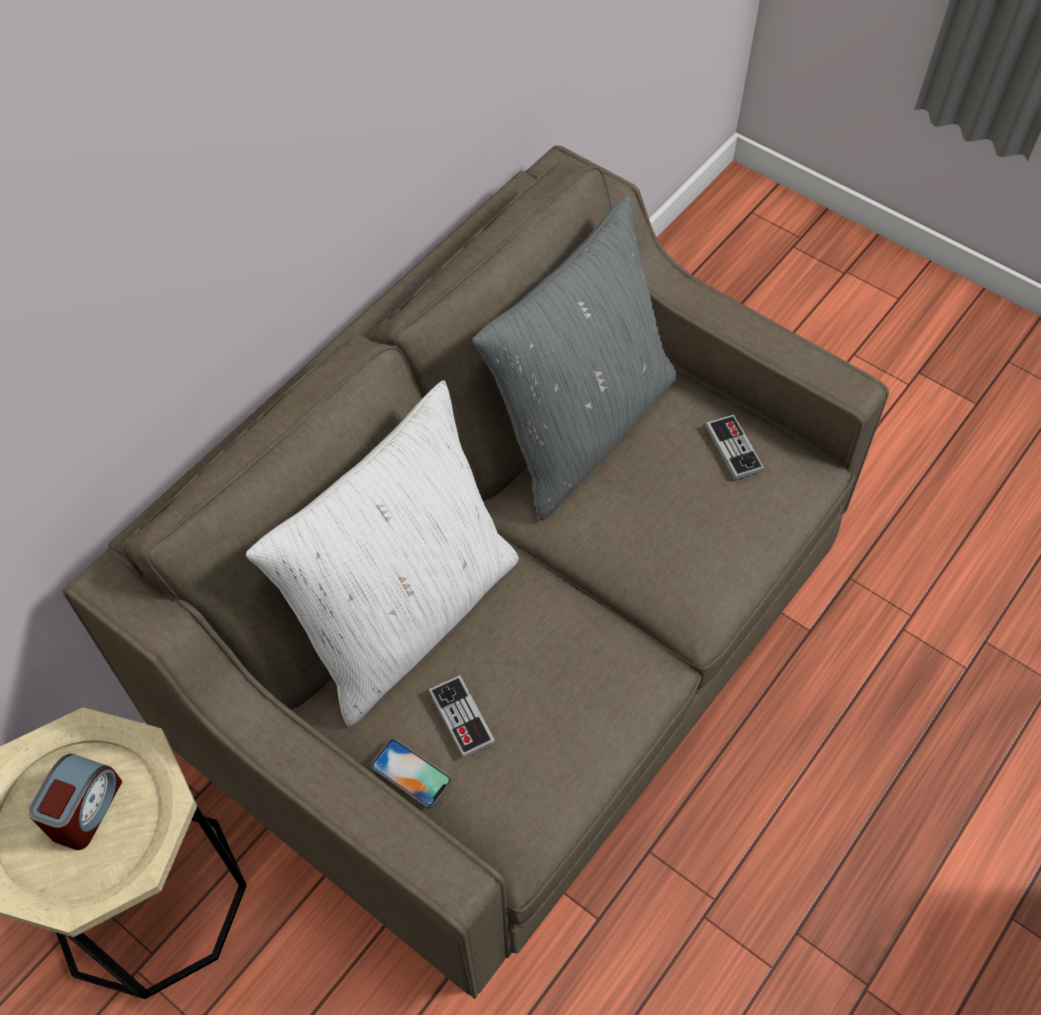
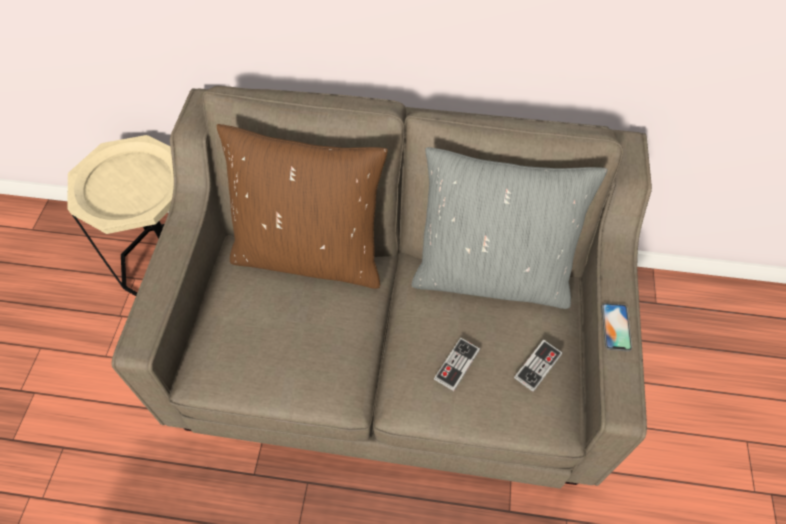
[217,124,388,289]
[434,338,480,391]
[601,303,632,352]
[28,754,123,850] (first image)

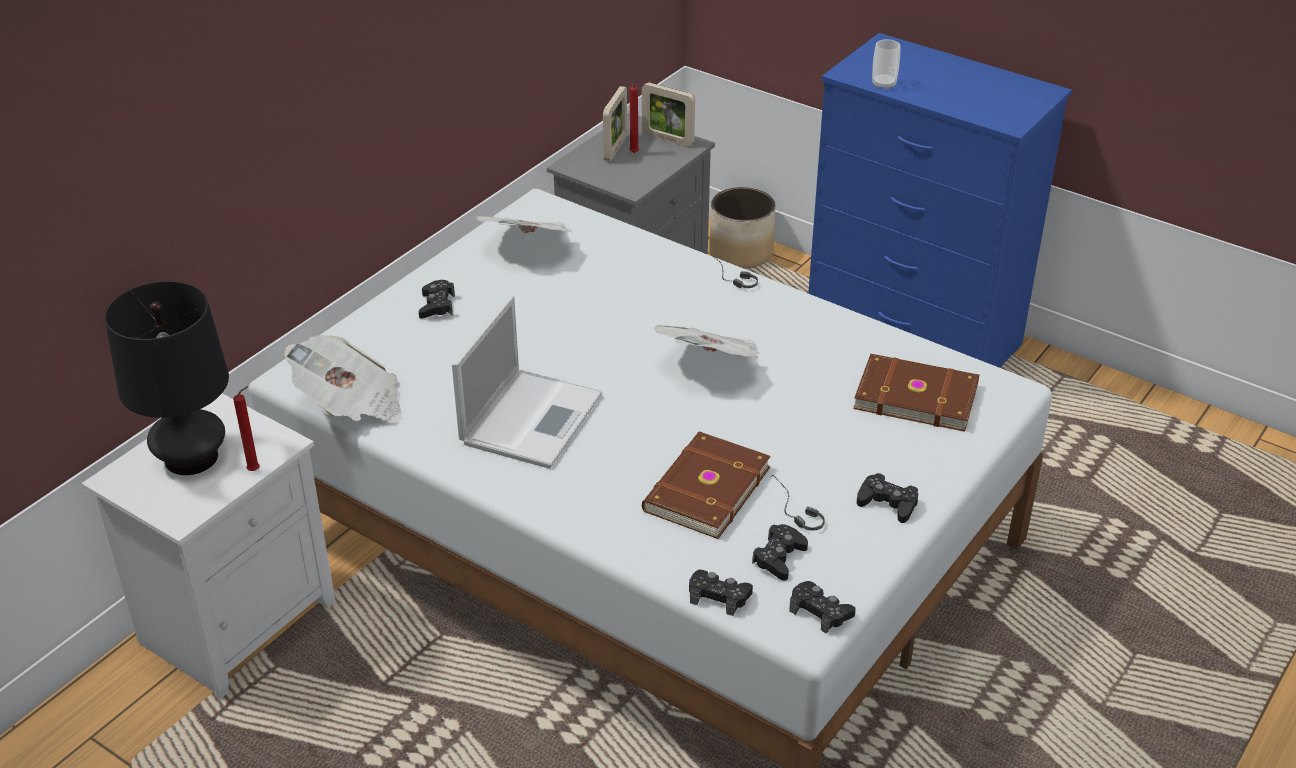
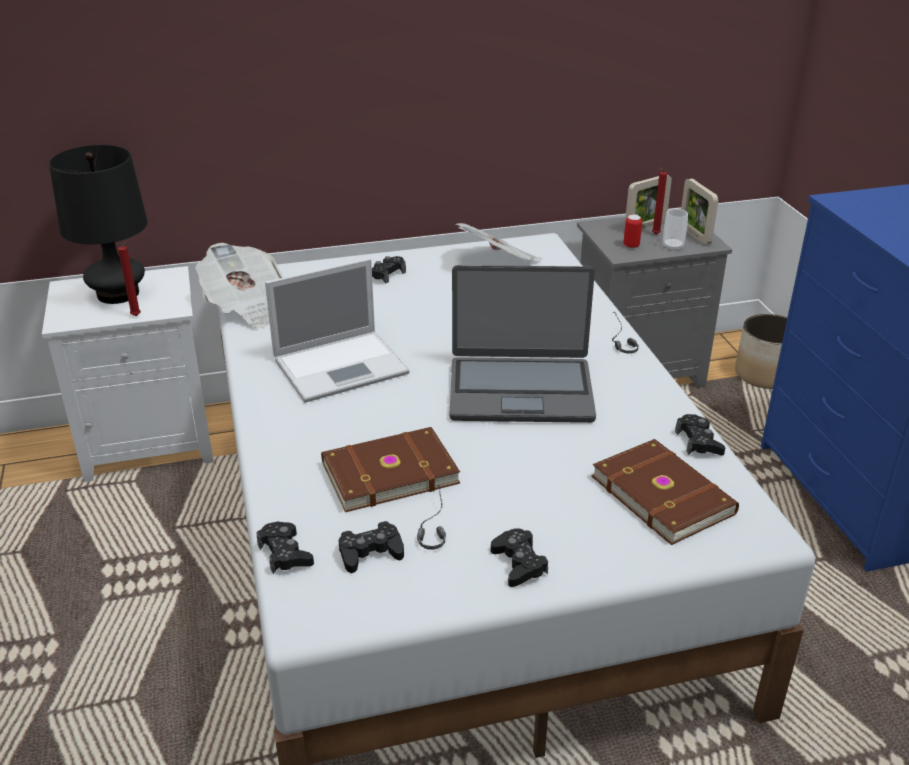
[450,265,596,423]
[623,214,642,248]
[663,209,688,251]
[675,414,725,455]

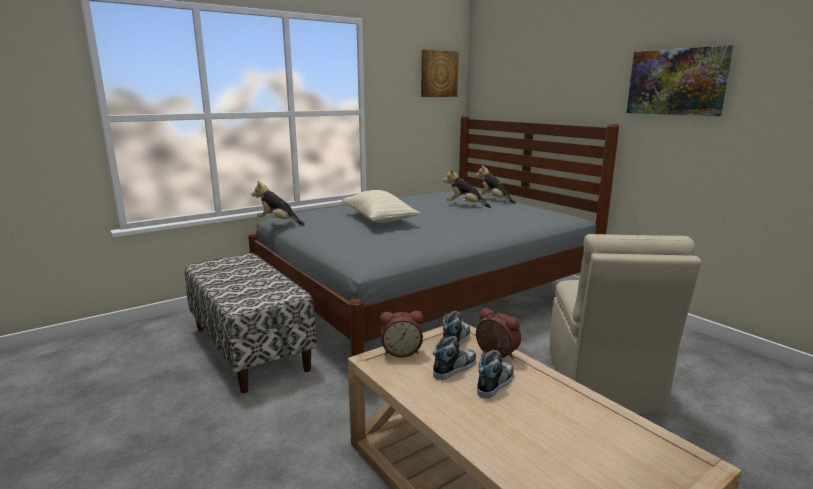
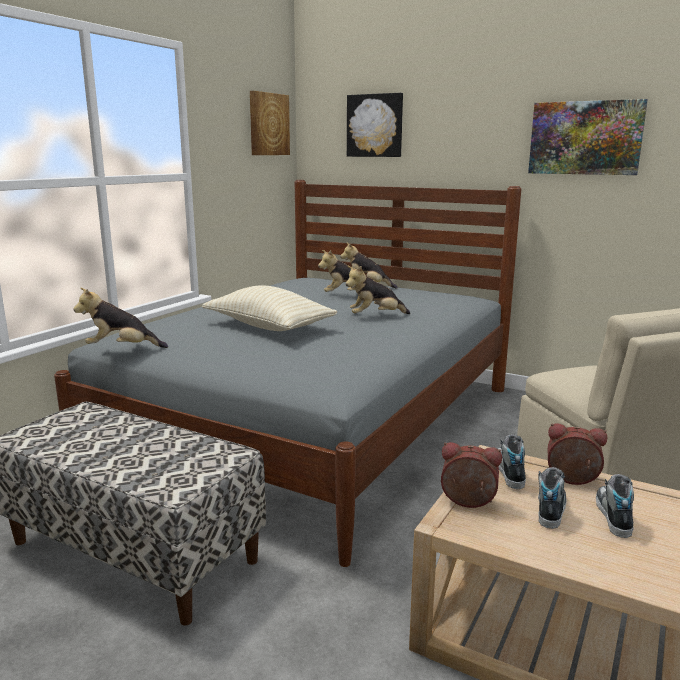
[346,265,410,314]
[347,93,403,157]
[441,442,502,508]

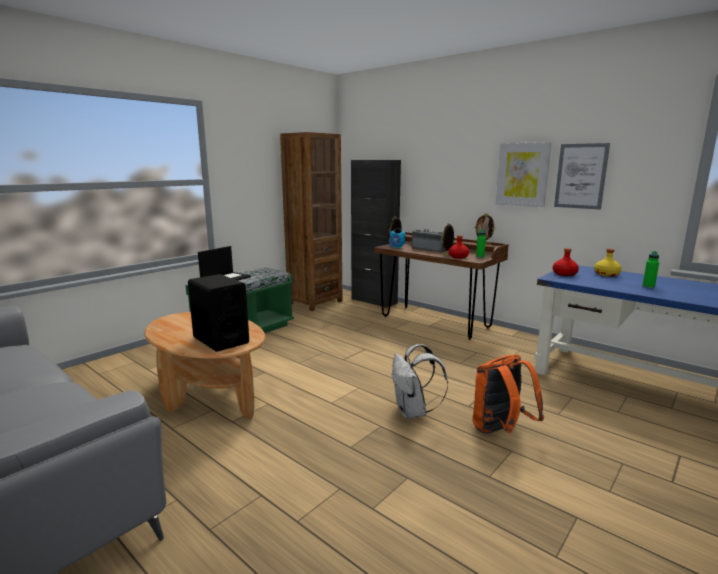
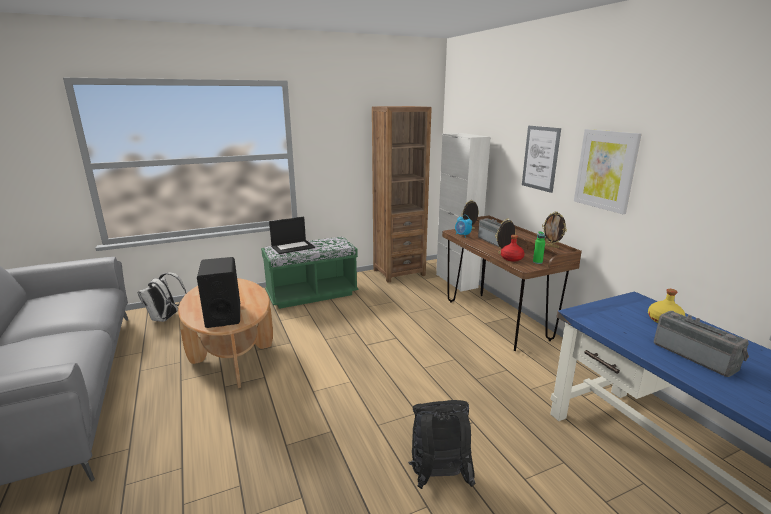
[138,272,186,322]
[408,400,476,489]
[436,133,491,292]
[522,126,561,193]
[654,311,749,377]
[553,248,579,276] (first image)

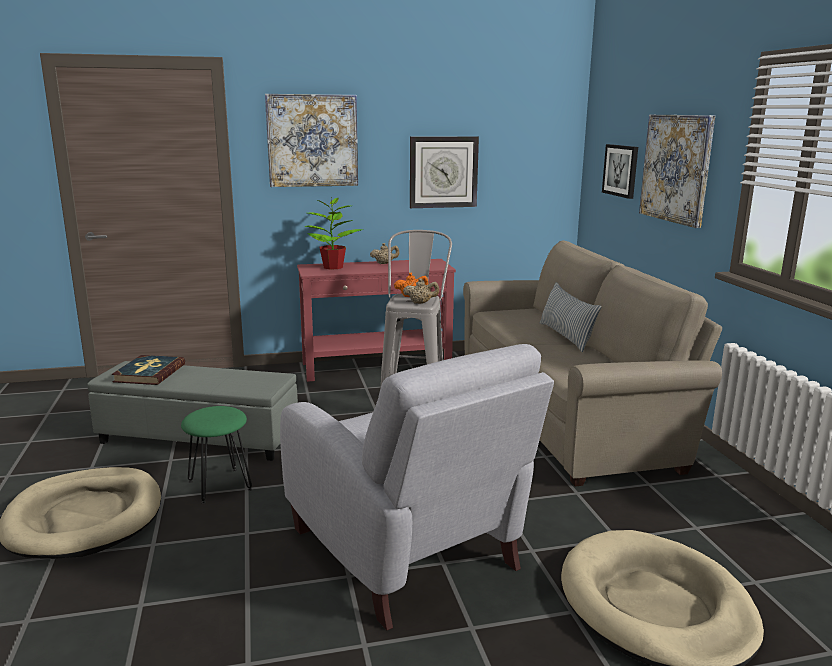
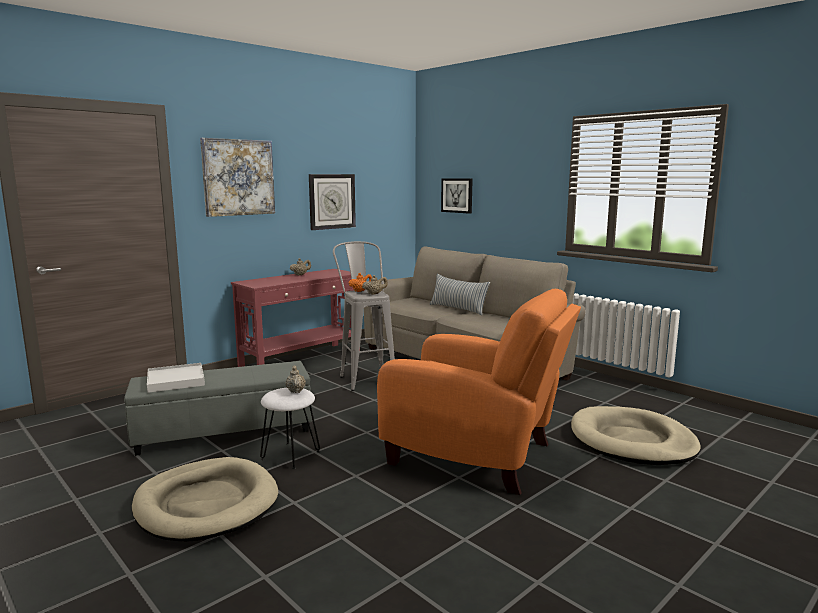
[147,363,205,393]
[260,388,320,469]
[286,366,306,393]
[377,289,581,495]
[304,197,363,269] (first image)
[639,114,715,228] (first image)

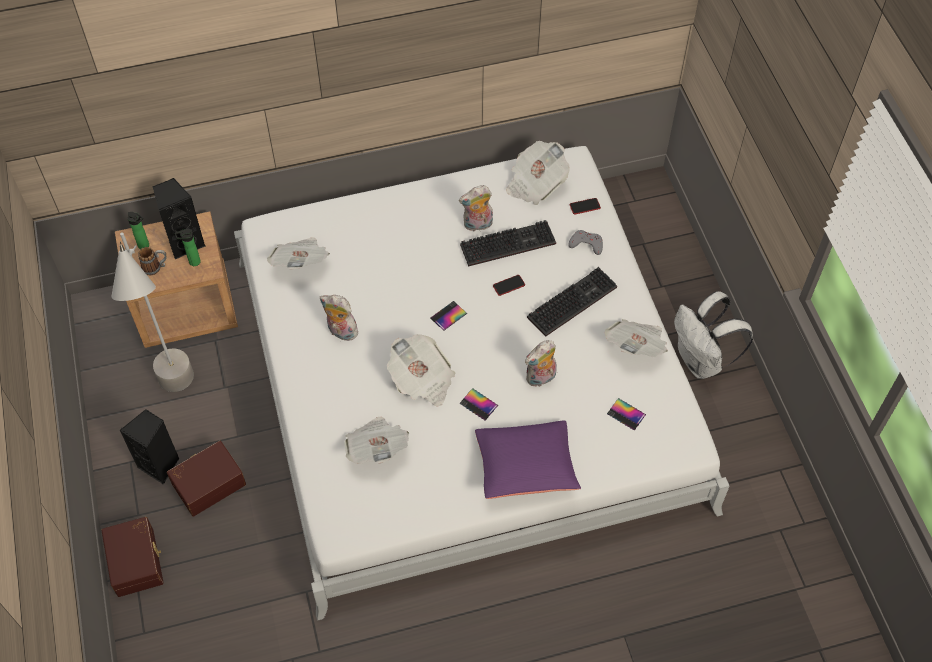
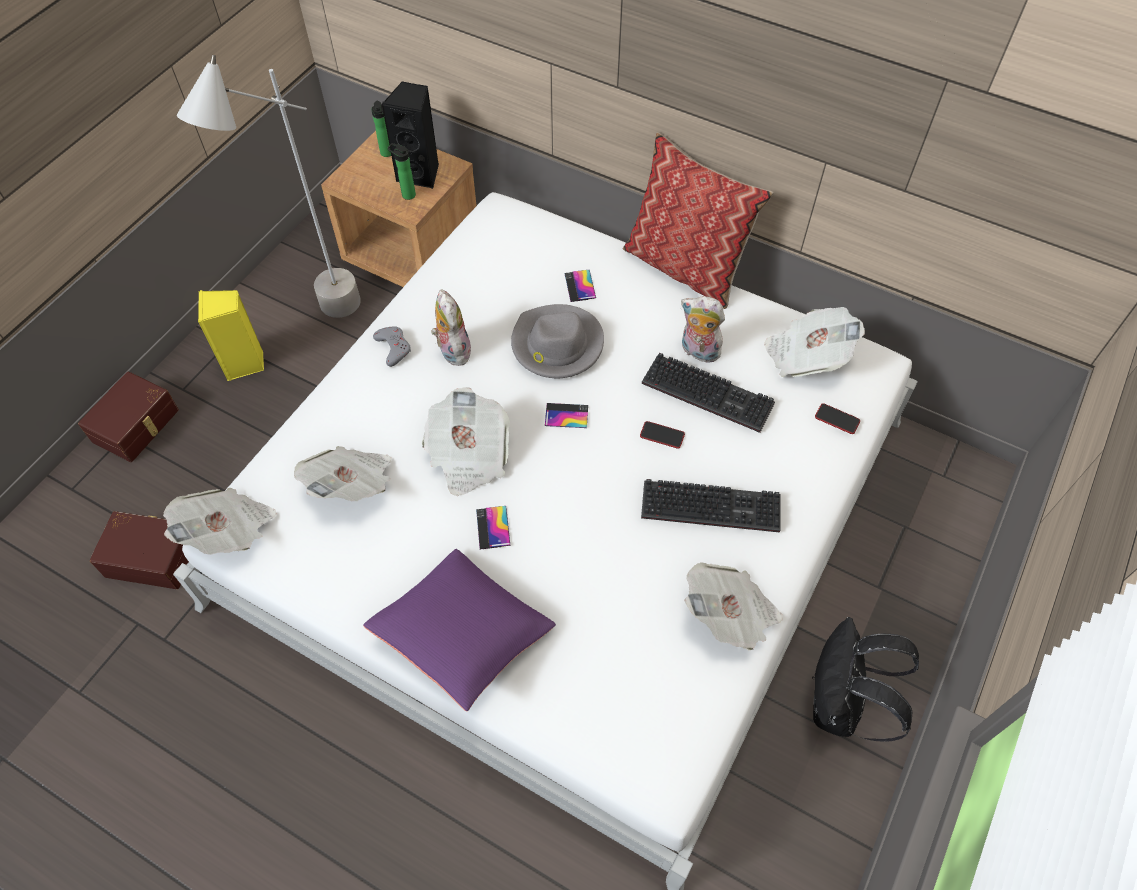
[90,511,189,589]
[163,488,276,555]
[198,290,264,381]
[373,326,411,367]
[511,304,604,378]
[564,270,596,302]
[623,132,774,309]
[812,617,919,742]
[138,247,166,275] (first image)
[525,340,557,388] (first image)

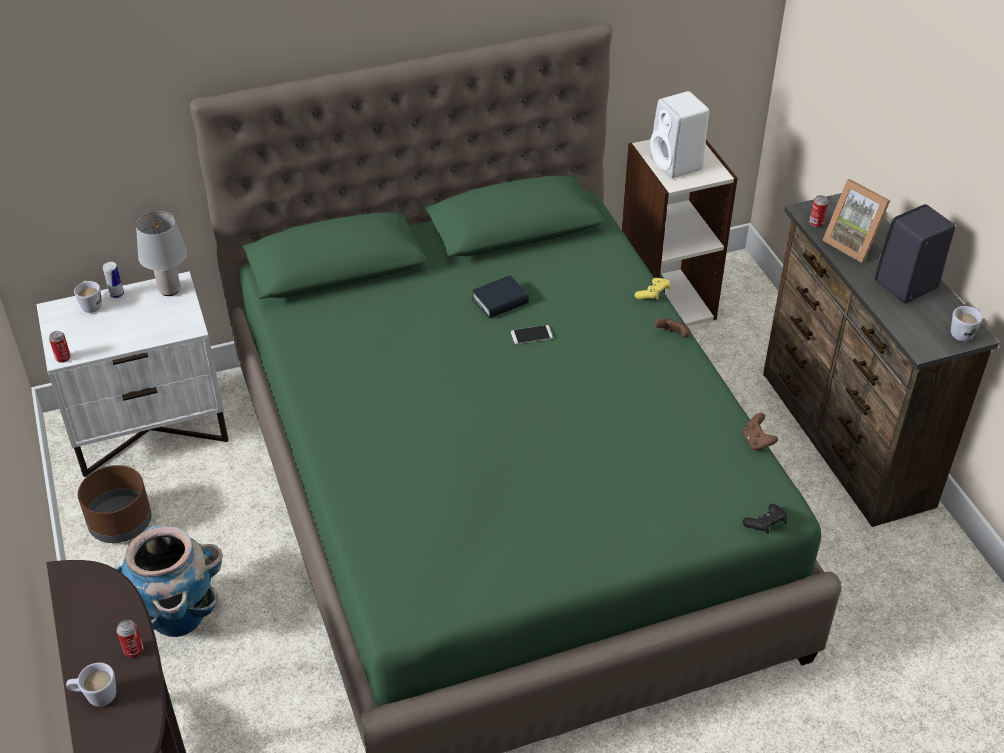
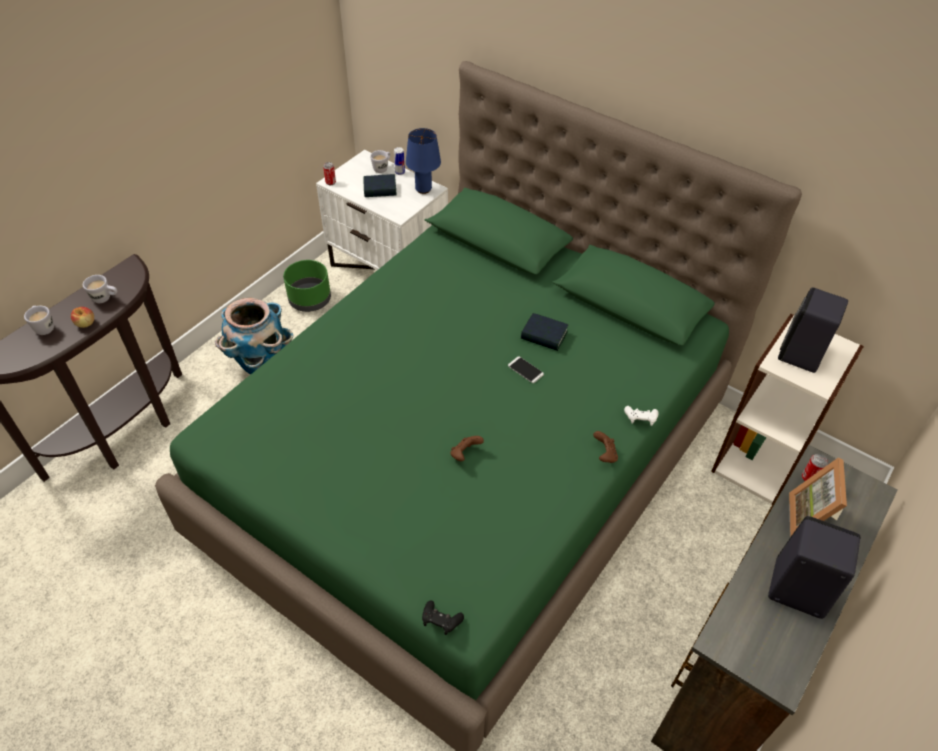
[71,307,94,328]
[83,275,117,303]
[283,260,331,312]
[363,174,397,197]
[406,128,441,194]
[450,436,484,461]
[624,406,659,426]
[778,287,848,373]

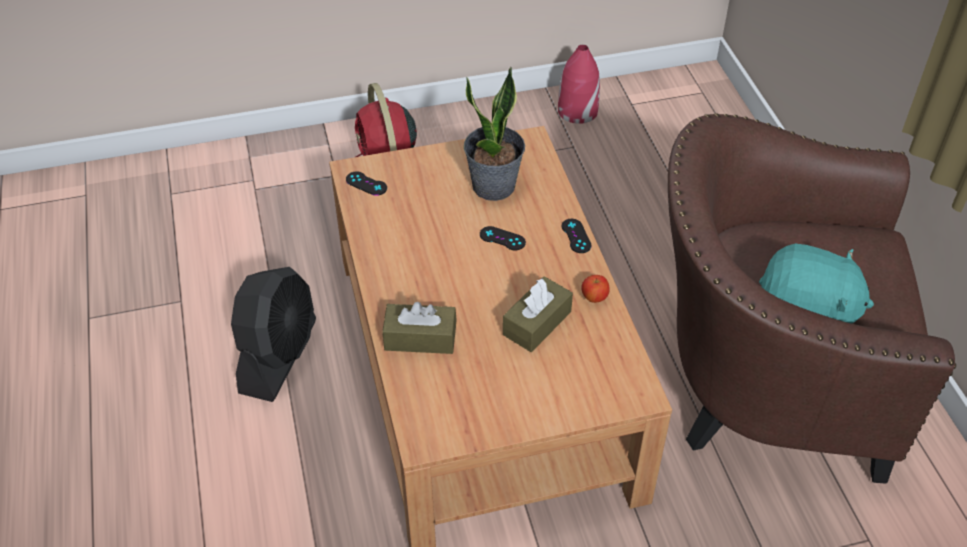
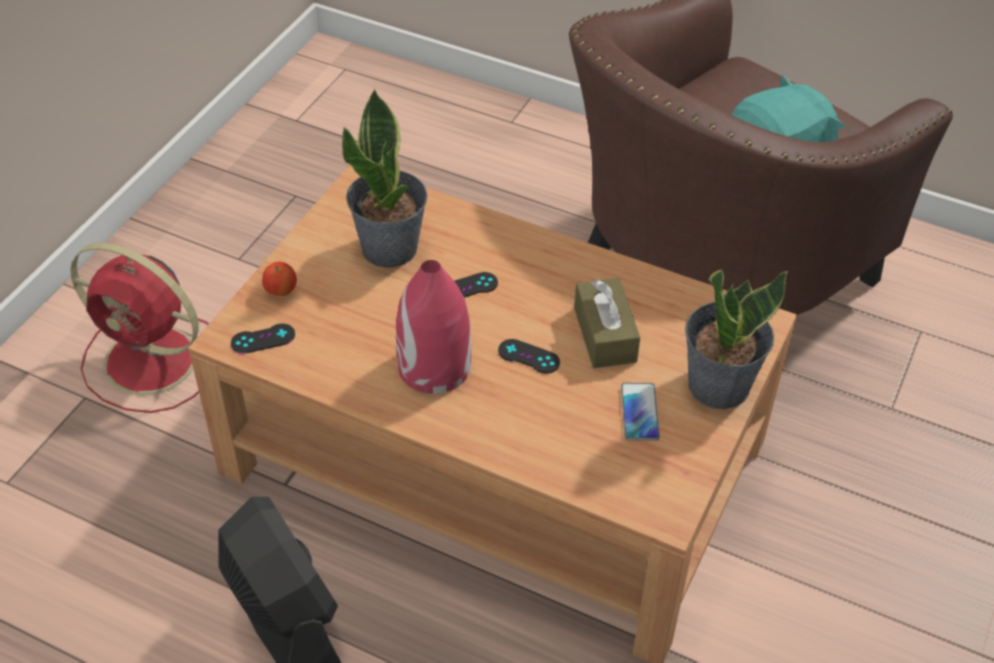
[262,261,297,296]
[396,260,471,394]
[498,339,560,374]
[621,383,660,441]
[685,270,788,409]
[382,302,457,354] (first image)

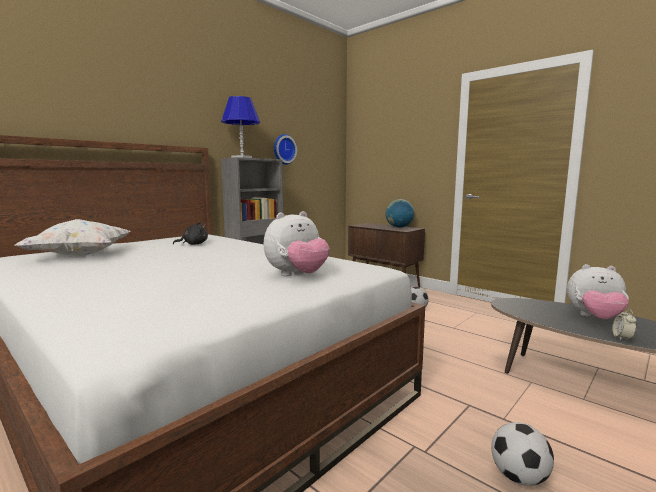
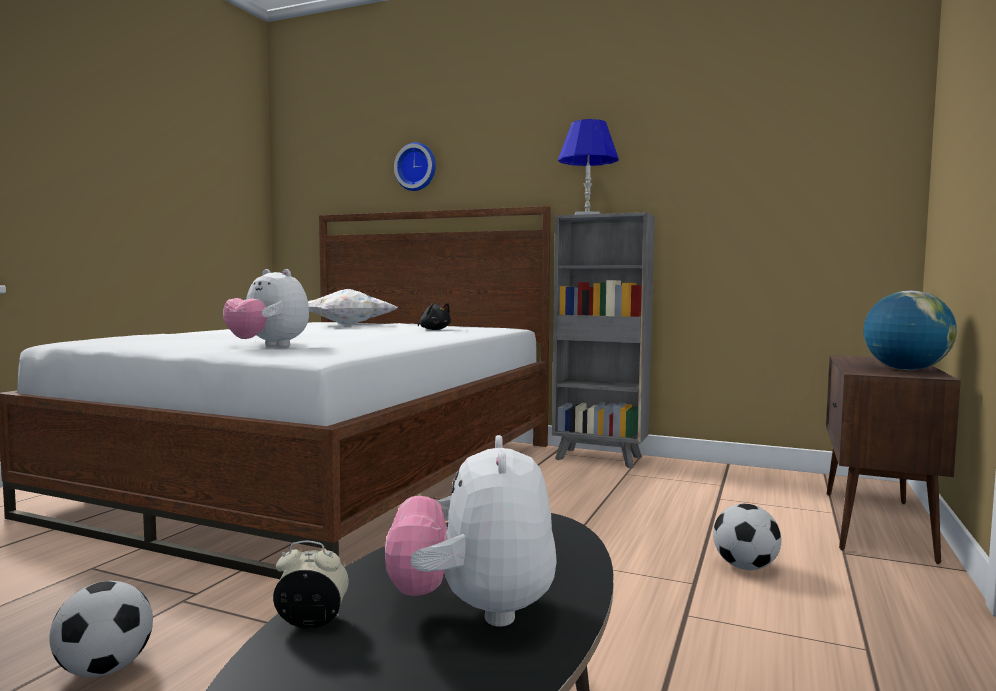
[394,142,436,191]

